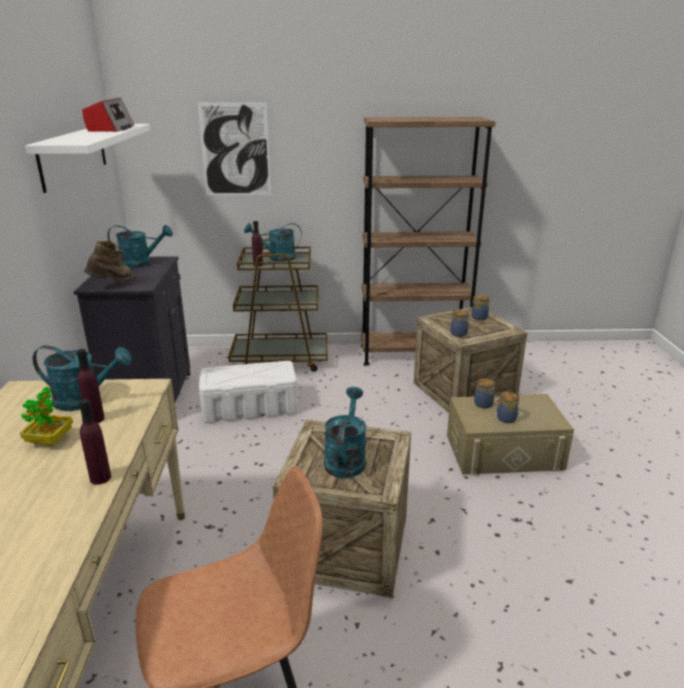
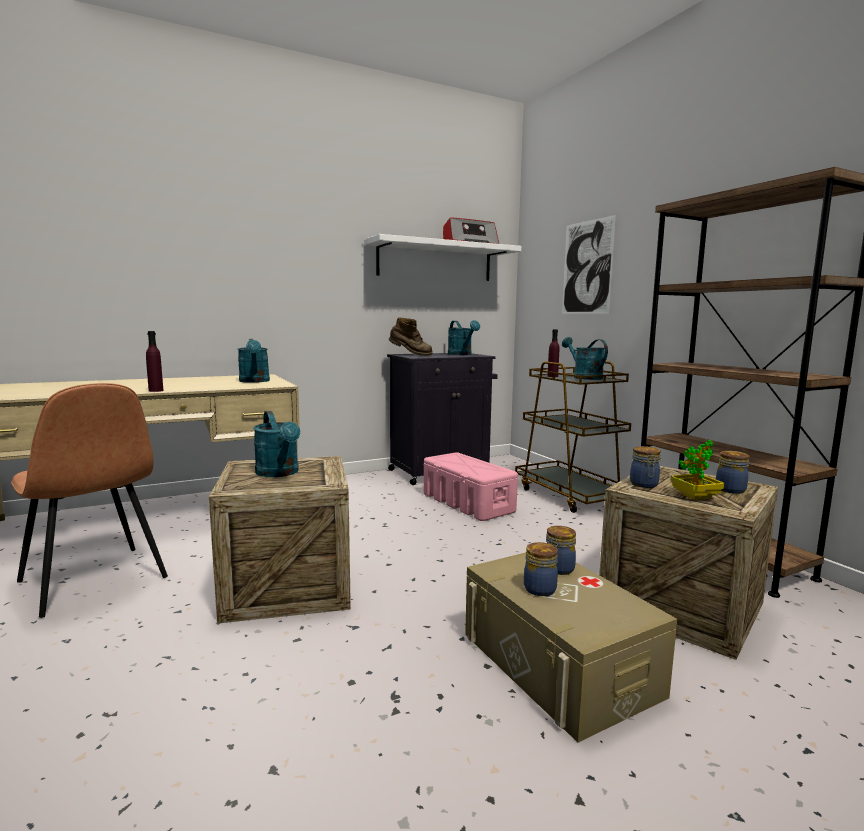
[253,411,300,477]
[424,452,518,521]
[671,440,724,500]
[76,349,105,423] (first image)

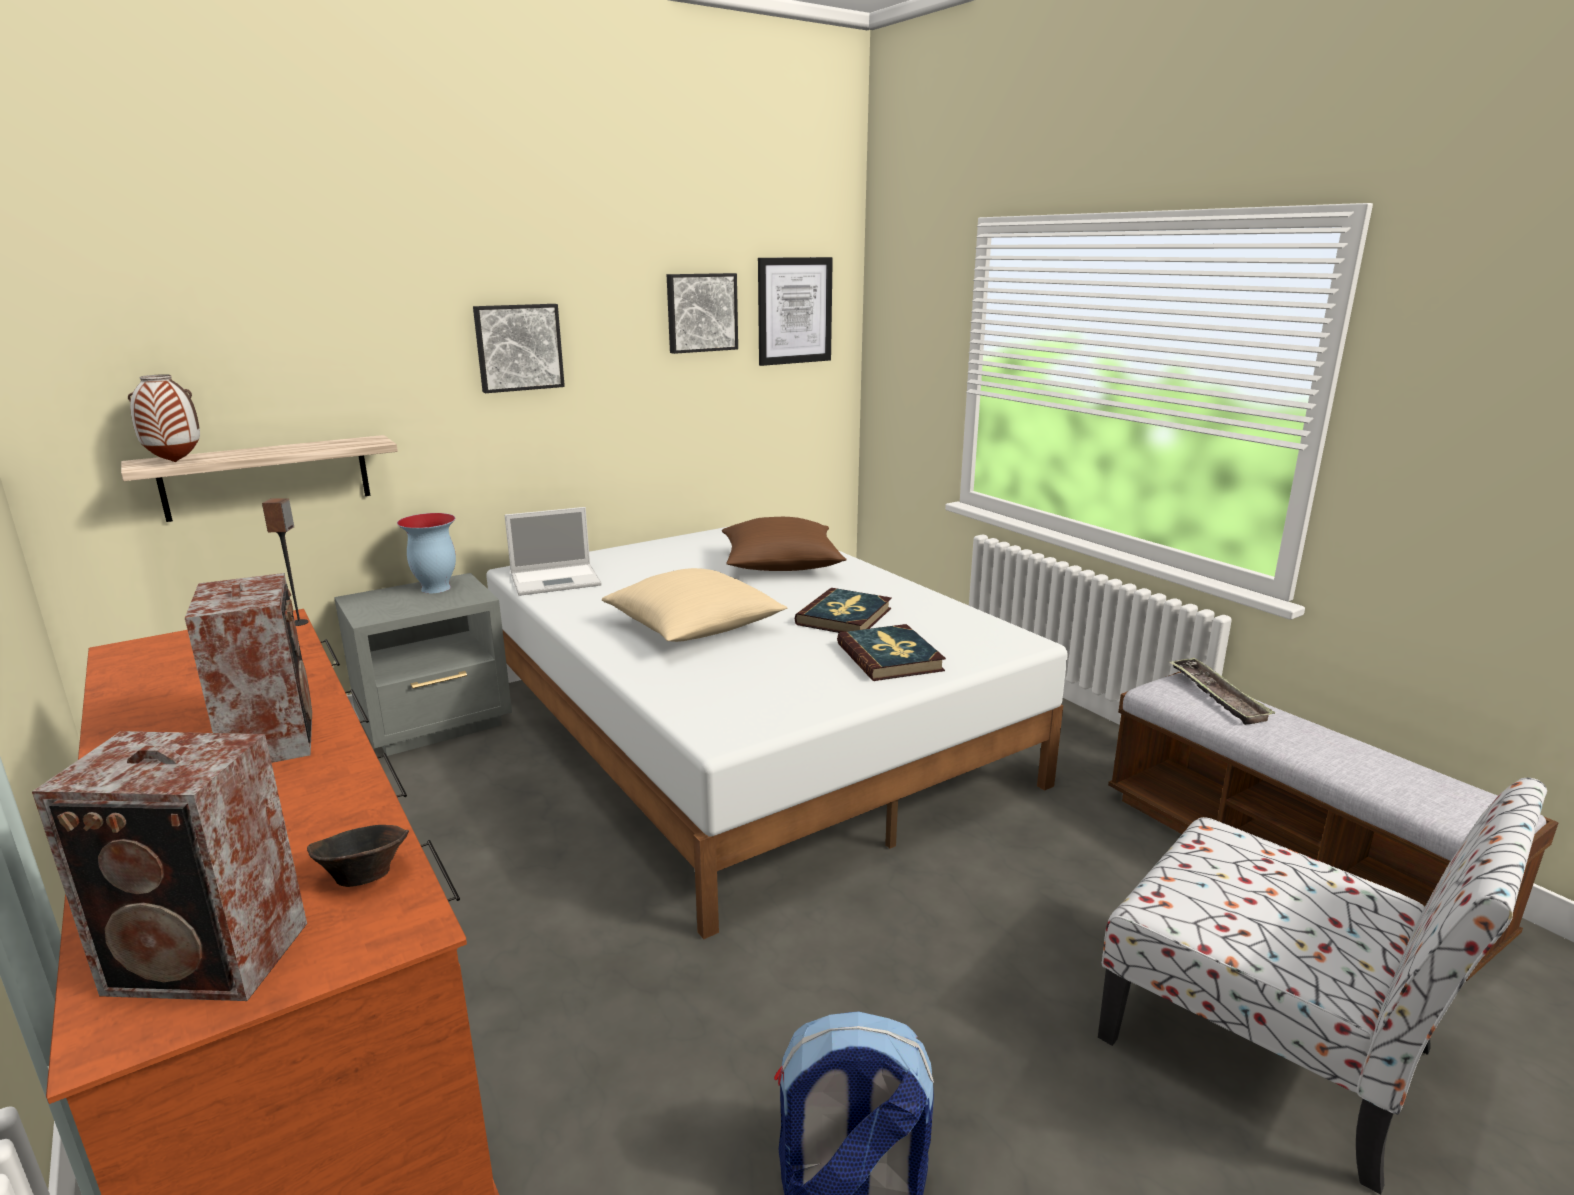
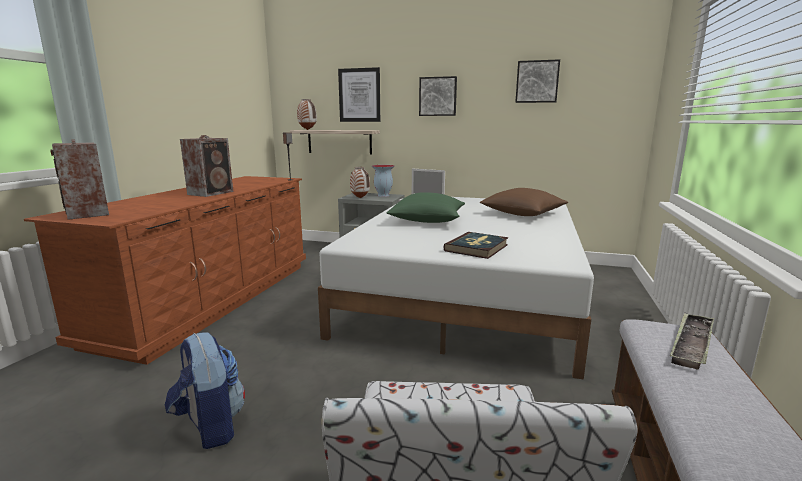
[338,67,380,122]
[350,167,370,198]
[387,192,465,223]
[307,825,409,887] (first image)
[795,588,892,633] (first image)

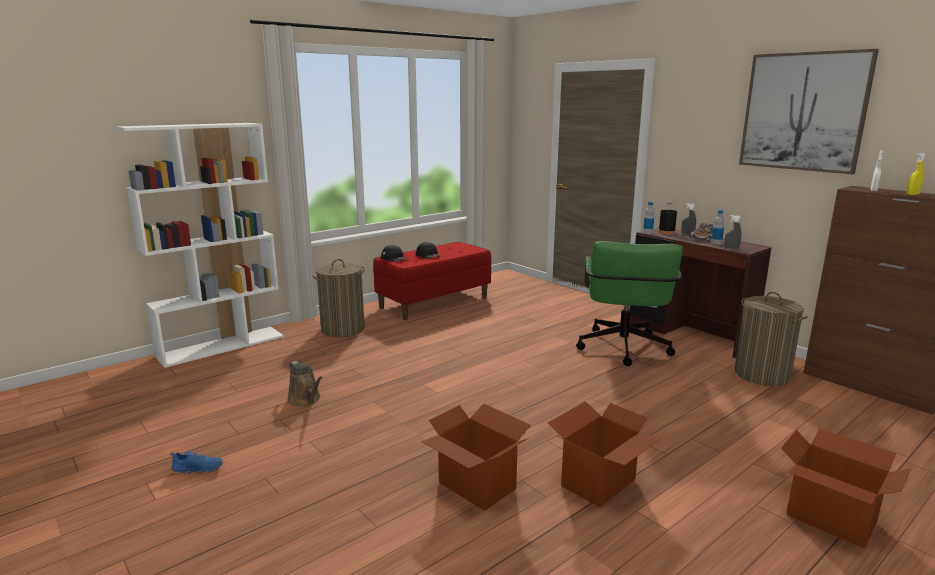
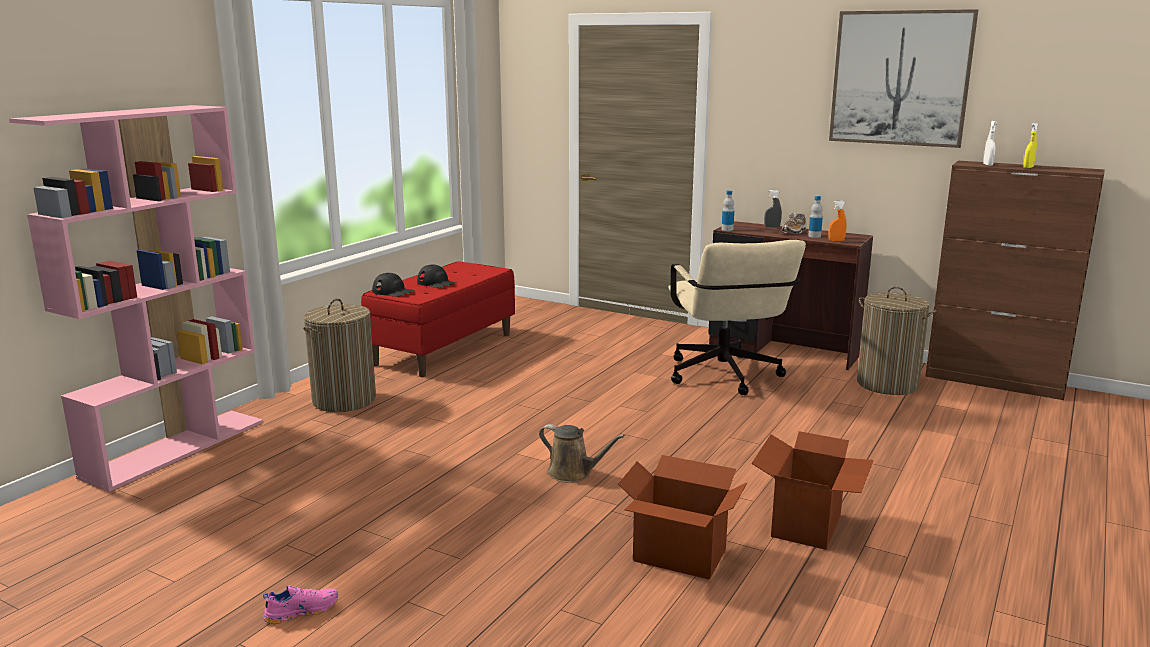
[9,105,263,492]
[263,585,338,624]
[539,424,625,483]
[669,240,806,395]
[828,201,847,241]
[658,201,677,234] (first image)
[781,428,911,548] (first image)

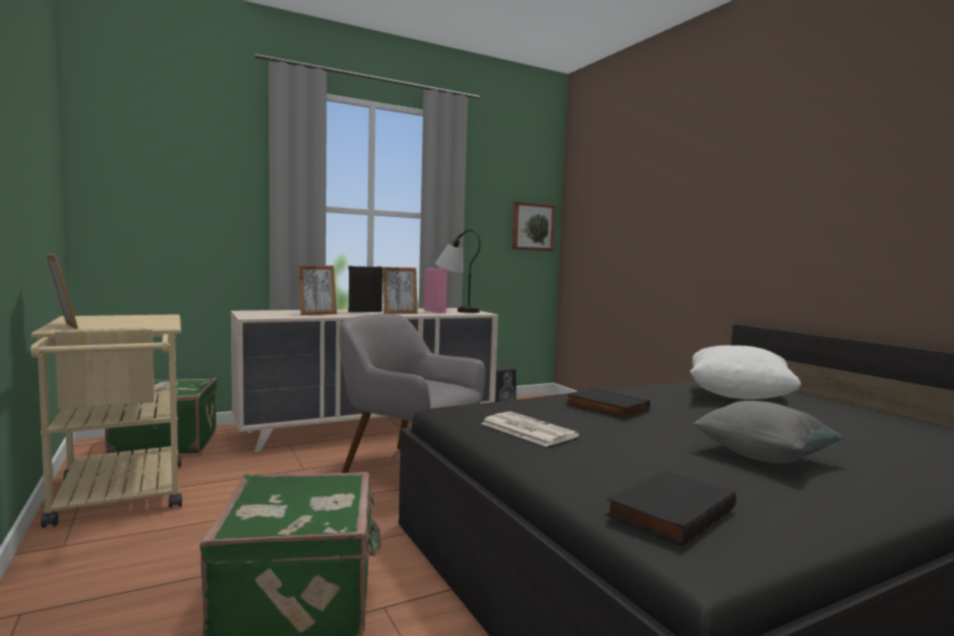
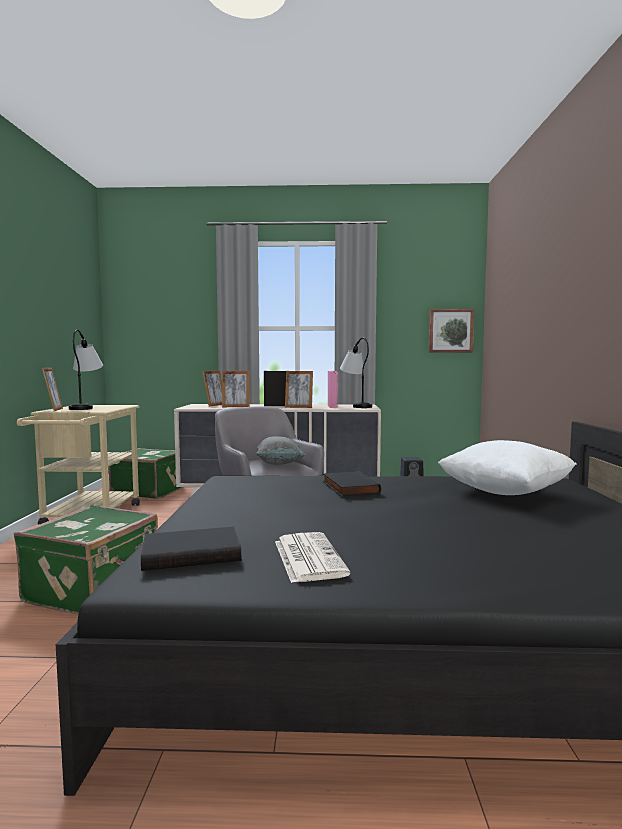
[69,330,103,410]
[202,370,222,406]
[256,436,305,465]
[275,532,350,583]

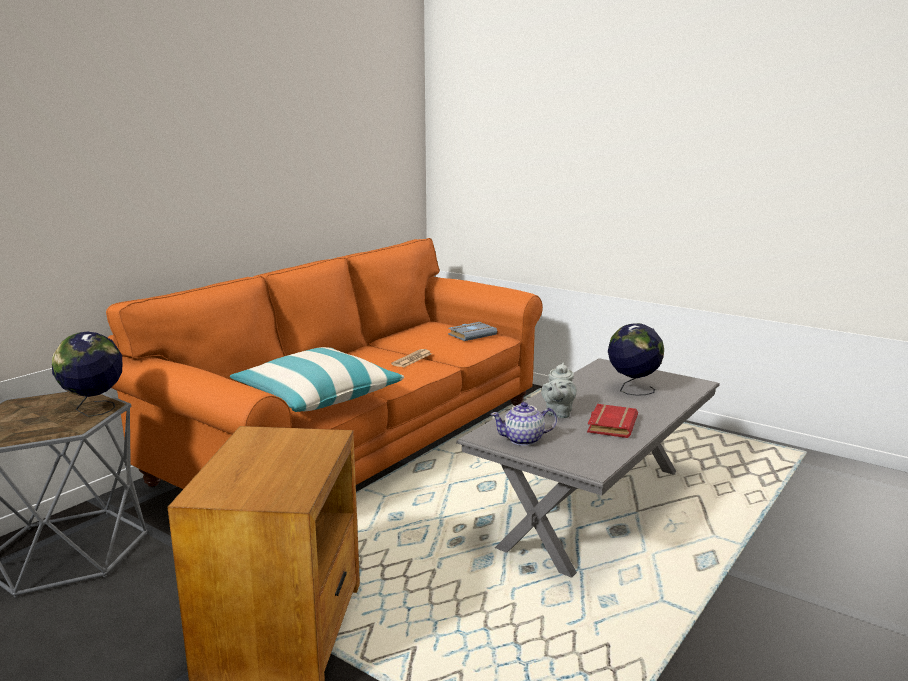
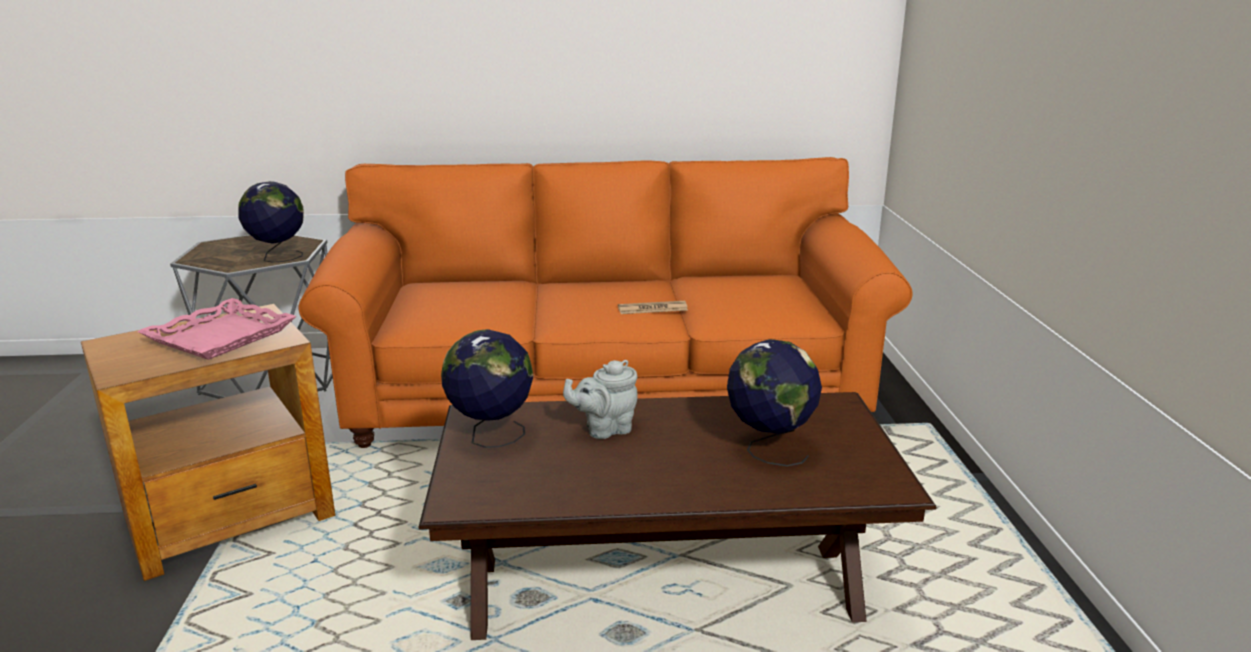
[138,298,296,360]
[418,392,936,640]
[441,329,534,448]
[230,347,404,412] (first image)
[448,322,497,341] (first image)
[587,404,638,438] (first image)

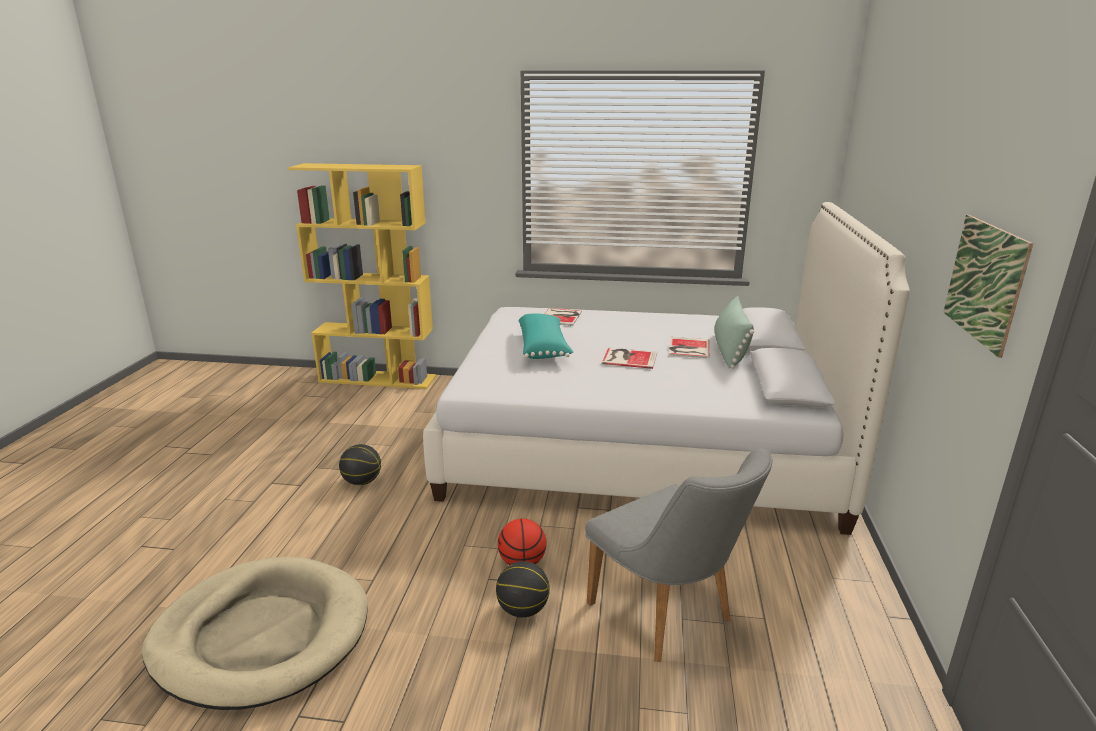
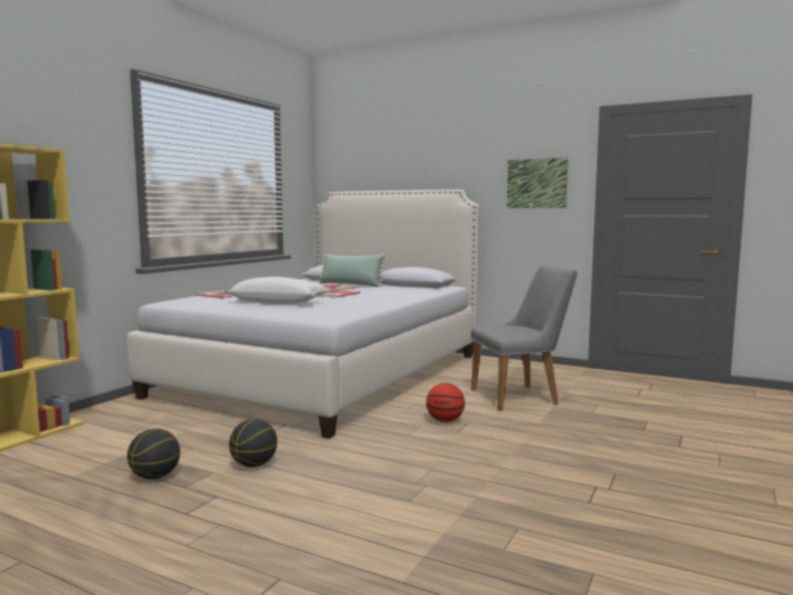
[127,429,180,479]
[227,277,329,304]
[142,557,368,710] (first image)

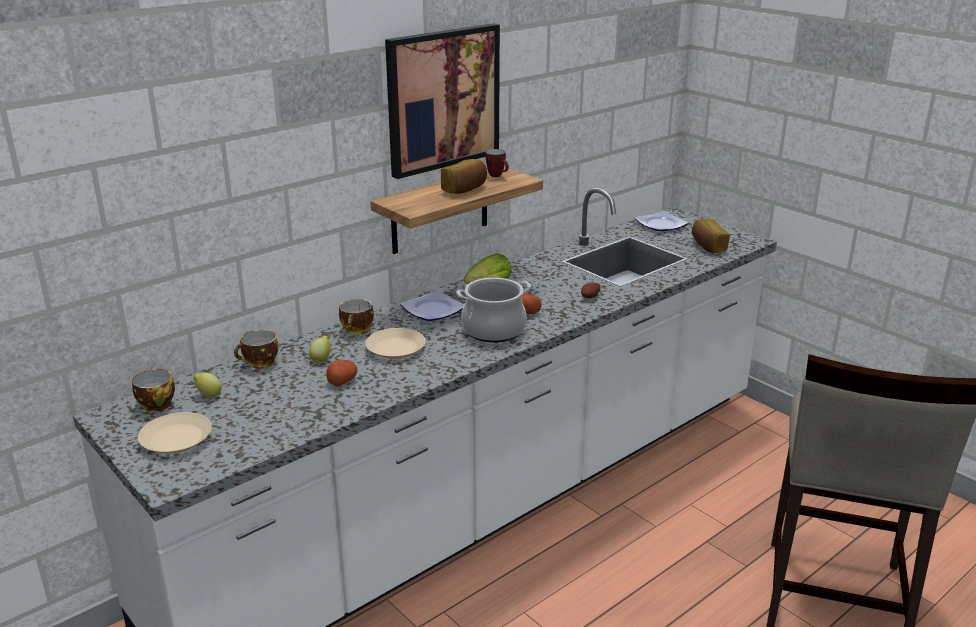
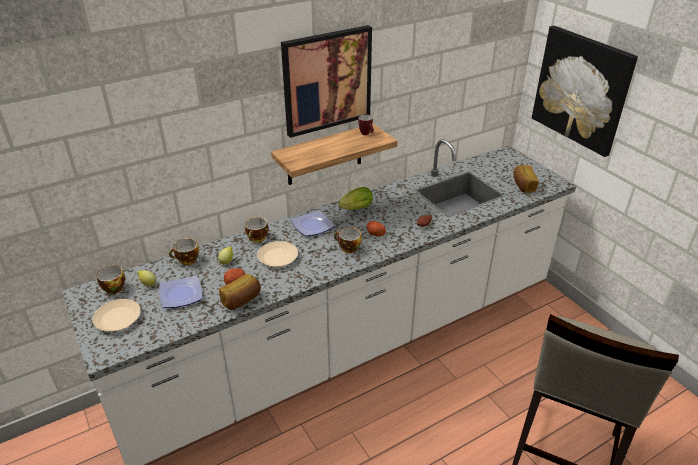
[159,276,202,308]
[219,274,261,310]
[334,227,362,253]
[532,26,638,157]

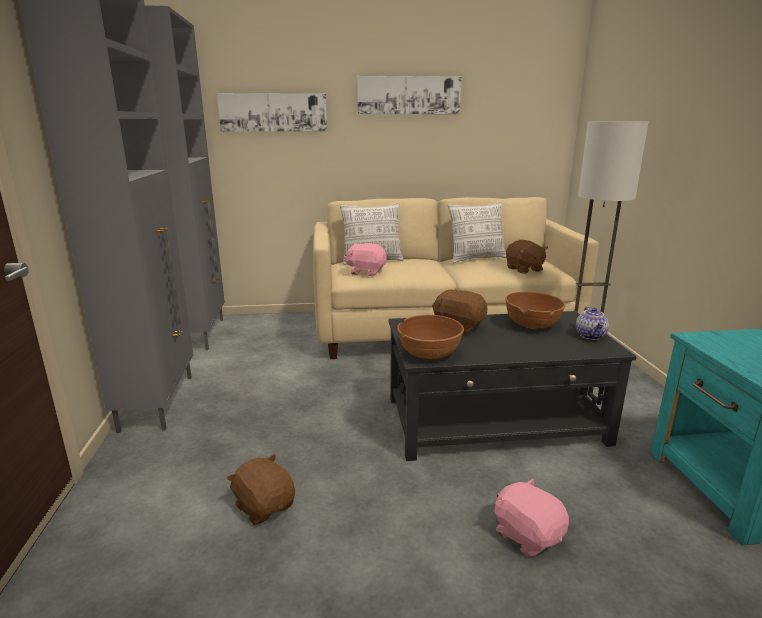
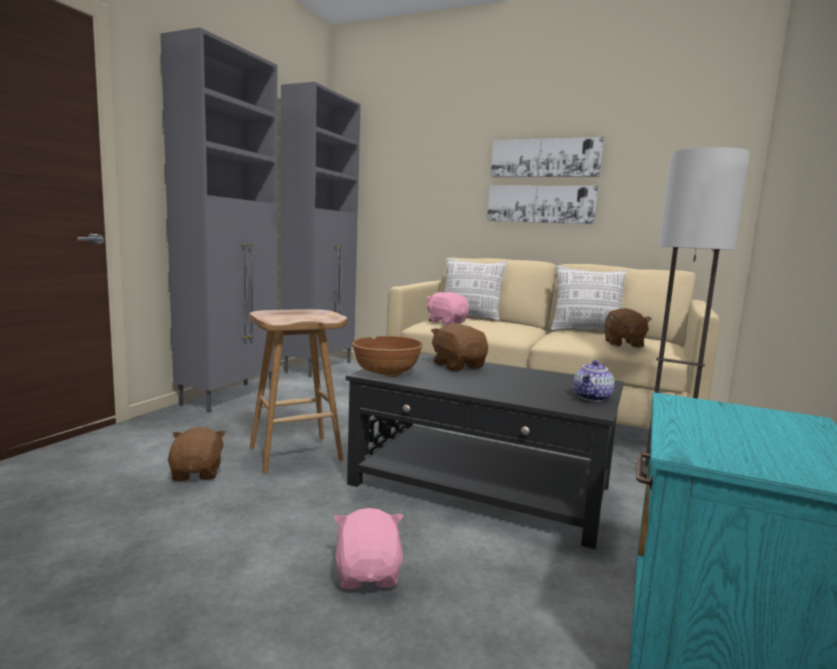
[250,309,347,473]
[487,185,598,224]
[505,292,566,330] (first image)

